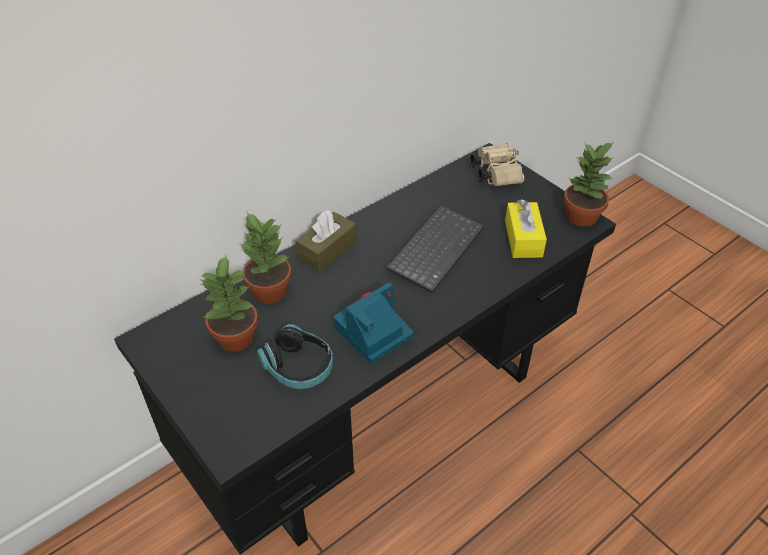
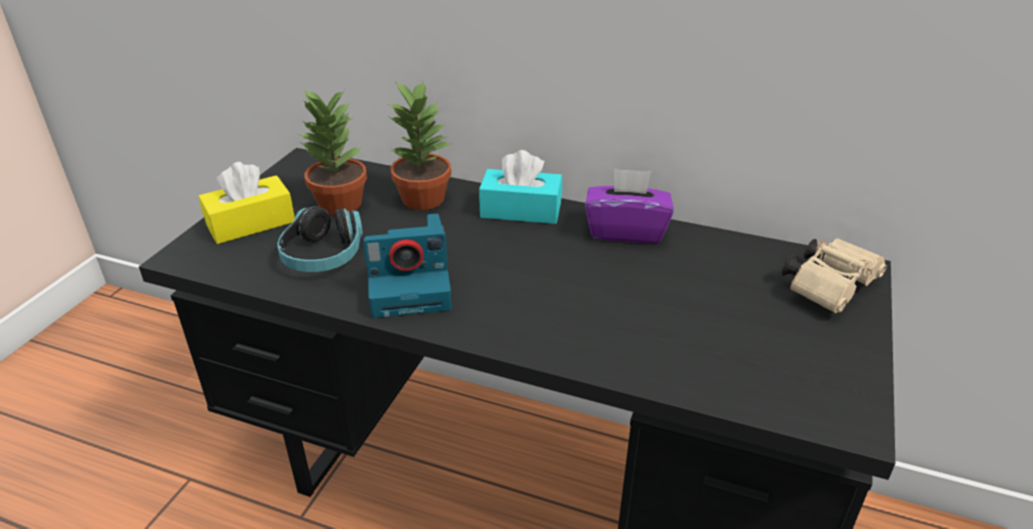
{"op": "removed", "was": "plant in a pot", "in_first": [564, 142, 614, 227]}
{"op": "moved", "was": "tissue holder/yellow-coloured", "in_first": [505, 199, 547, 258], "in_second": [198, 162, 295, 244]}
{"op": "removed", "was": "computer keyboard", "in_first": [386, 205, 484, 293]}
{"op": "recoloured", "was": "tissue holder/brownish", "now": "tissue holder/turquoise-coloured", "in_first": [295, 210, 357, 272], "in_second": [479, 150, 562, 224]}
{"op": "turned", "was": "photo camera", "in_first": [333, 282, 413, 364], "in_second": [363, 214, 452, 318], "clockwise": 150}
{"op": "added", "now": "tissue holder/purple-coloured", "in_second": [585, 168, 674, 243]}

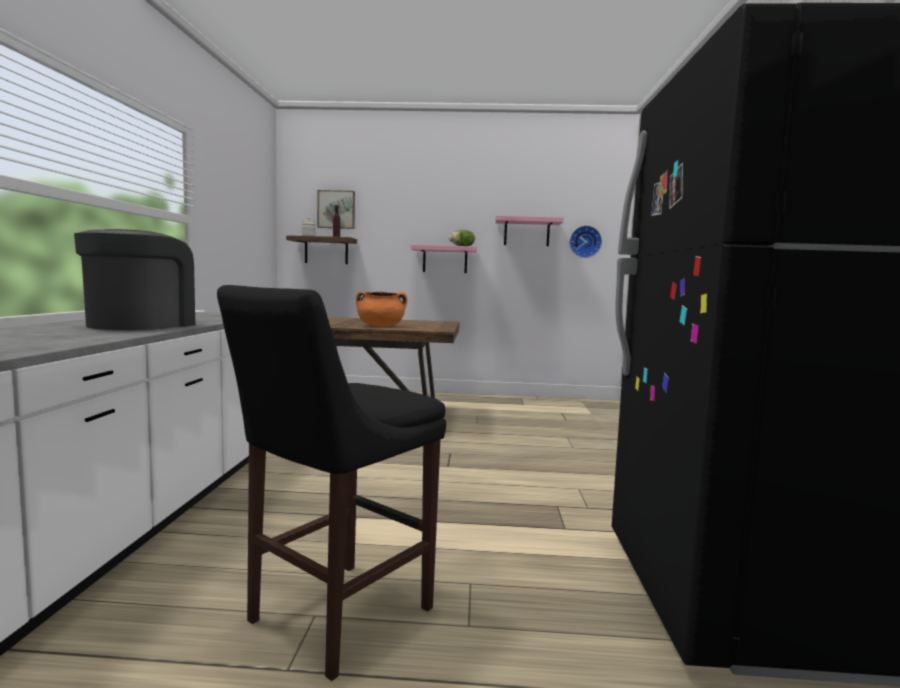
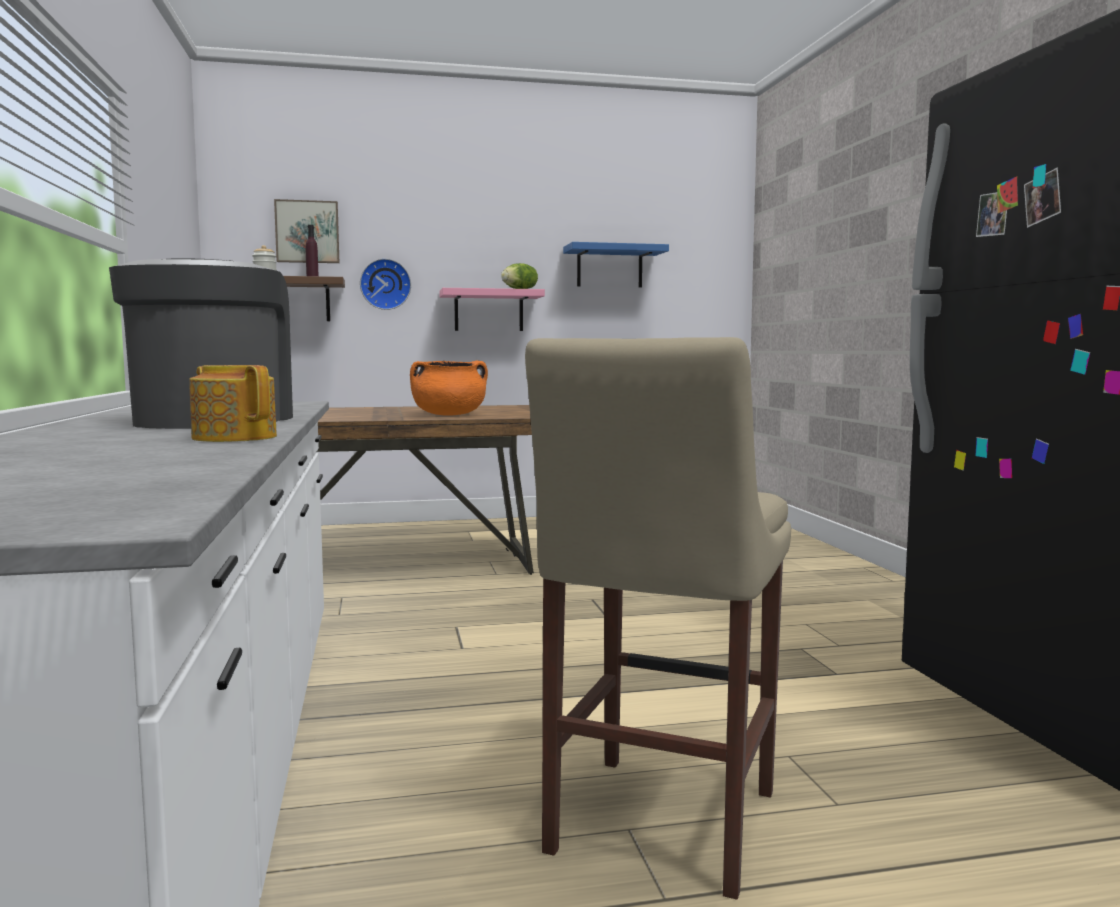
{"op": "recoloured", "was": "shelf/pinkish", "now": "shelf/bluish", "in_first": [495, 216, 564, 246], "in_second": [563, 242, 669, 287]}
{"op": "moved", "was": "clock on the wall", "in_first": [570, 226, 602, 258], "in_second": [360, 259, 411, 310]}
{"op": "recoloured", "was": "sitting stool/black-coloured", "now": "sitting stool/sand-coloured", "in_first": [217, 285, 446, 681], "in_second": [525, 337, 791, 900]}
{"op": "added", "now": "teapot", "in_second": [189, 365, 277, 442]}

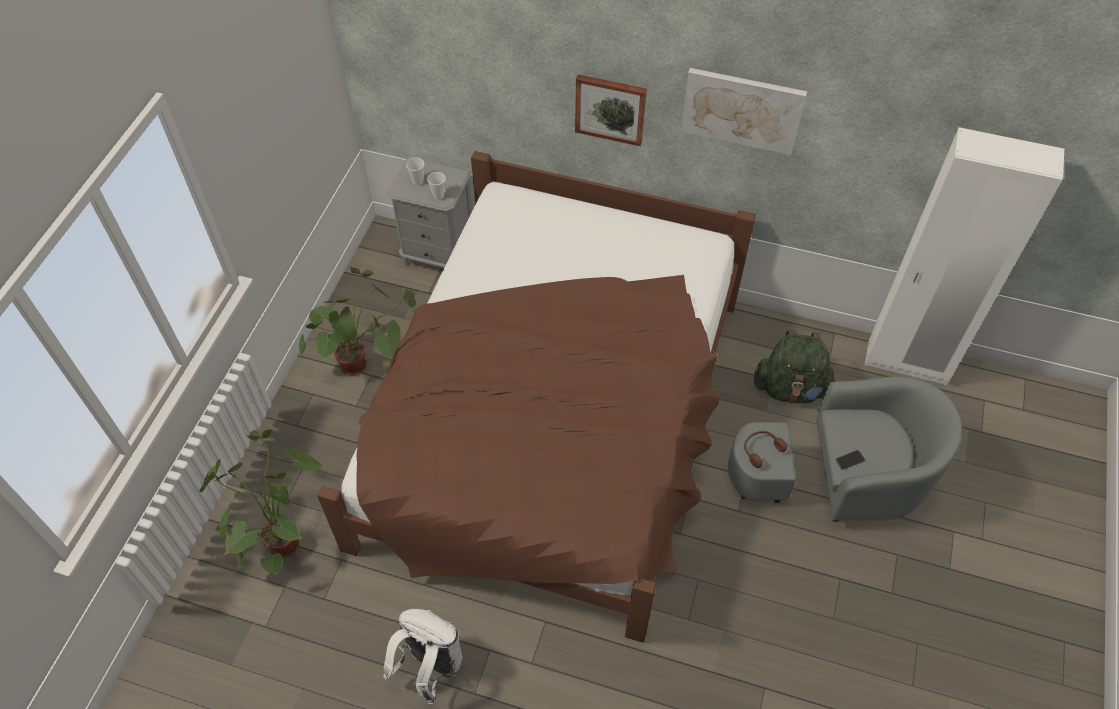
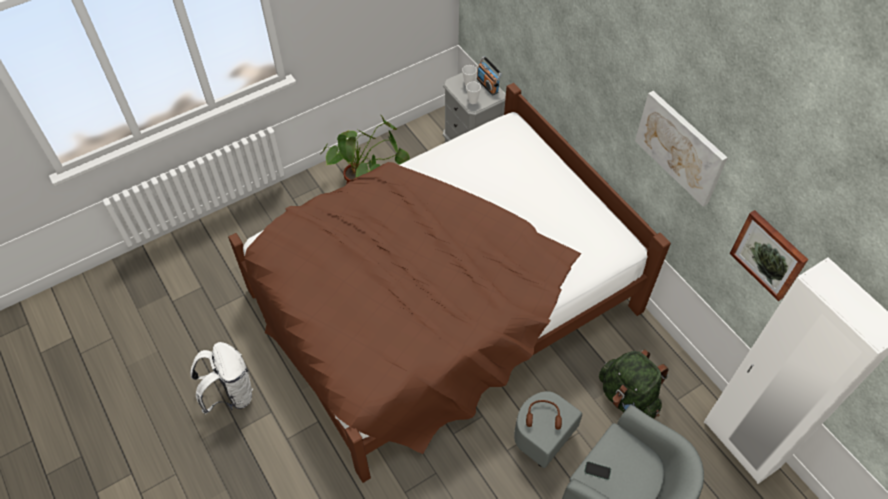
{"op": "moved", "was": "picture", "in_first": [575, 74, 647, 146], "in_second": [730, 210, 808, 301]}
{"op": "removed", "was": "plant in a pot", "in_first": [199, 429, 326, 575]}
{"op": "added", "now": "radio set", "in_second": [477, 56, 502, 95]}

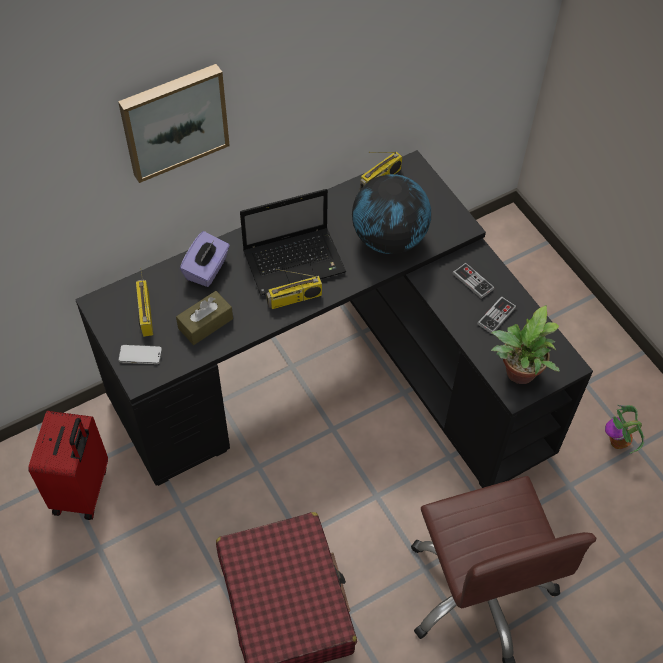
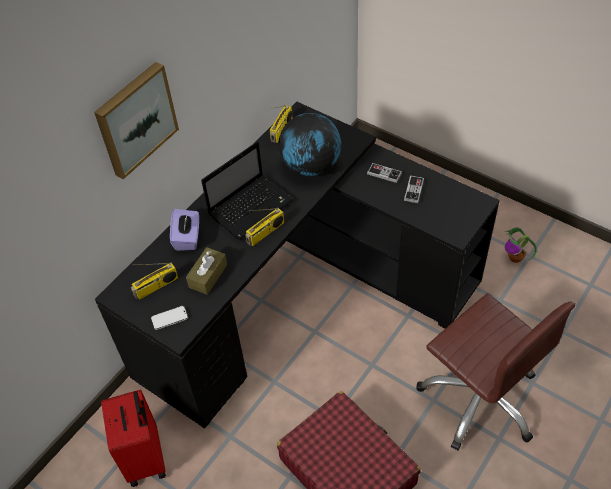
{"op": "turned", "was": "radio set", "in_first": [136, 268, 153, 337], "in_second": [131, 262, 178, 300], "clockwise": -90}
{"op": "removed", "was": "plant in a pot", "in_first": [491, 305, 560, 384]}

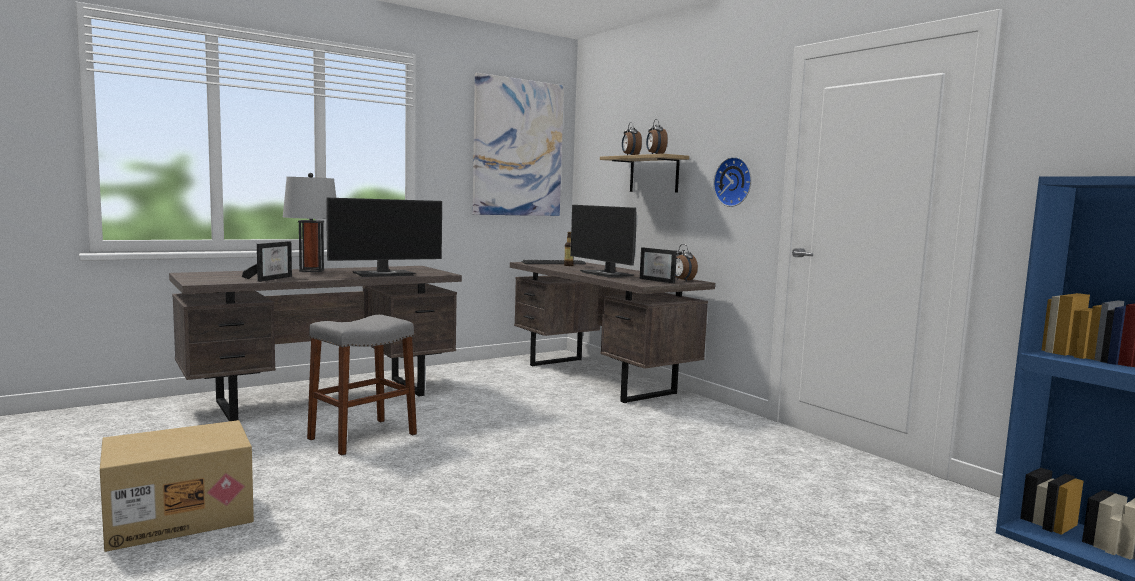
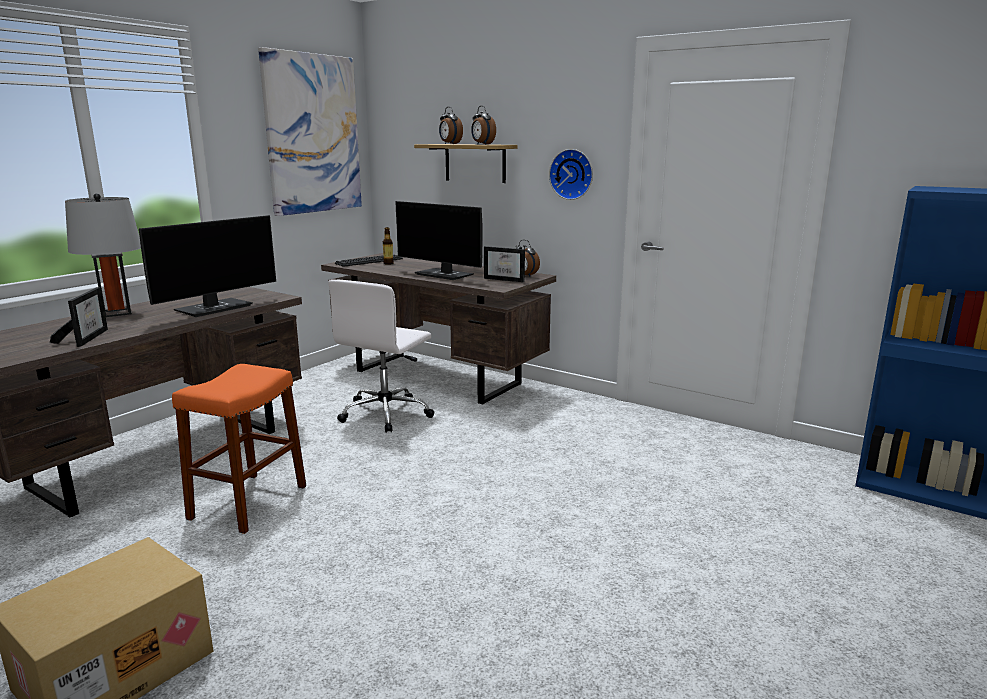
{"op": "recoloured", "was": "sitting stool/gray", "now": "sitting stool/orange-coloured", "in_first": [307, 315, 417, 456], "in_second": [172, 364, 306, 534]}
{"op": "added", "now": "desk chair/whitish", "in_second": [328, 280, 435, 433]}

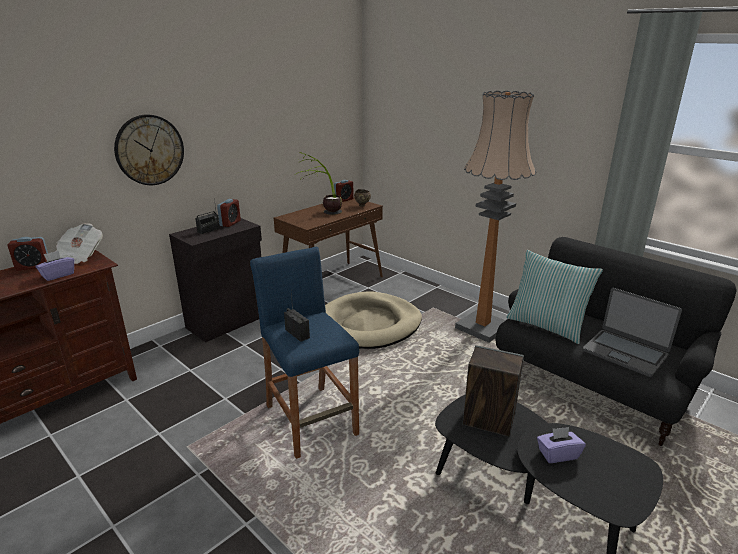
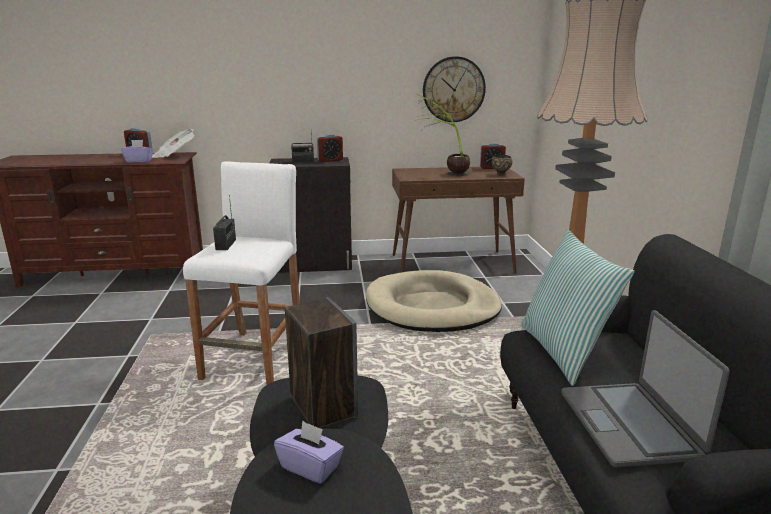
{"op": "moved", "was": "clock on the wall", "in_first": [114, 114, 184, 185], "in_second": [423, 56, 486, 122]}
{"op": "recoloured", "was": "sitting stool/bluish", "now": "sitting stool/whitish", "in_first": [250, 247, 359, 459], "in_second": [183, 161, 300, 385]}

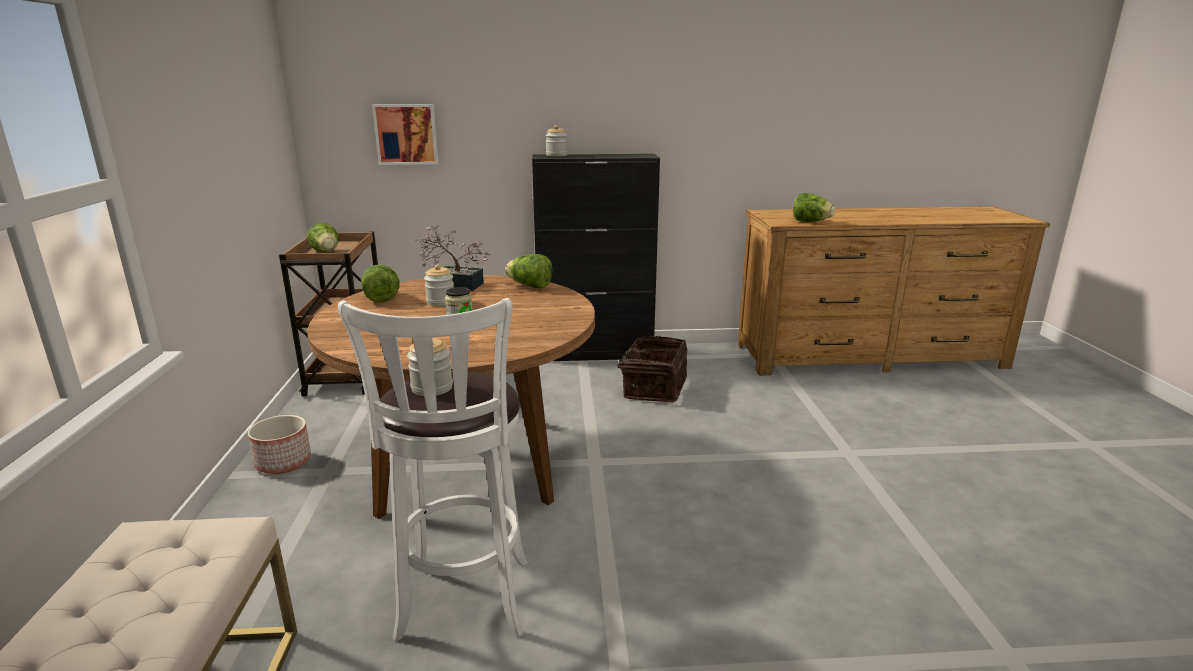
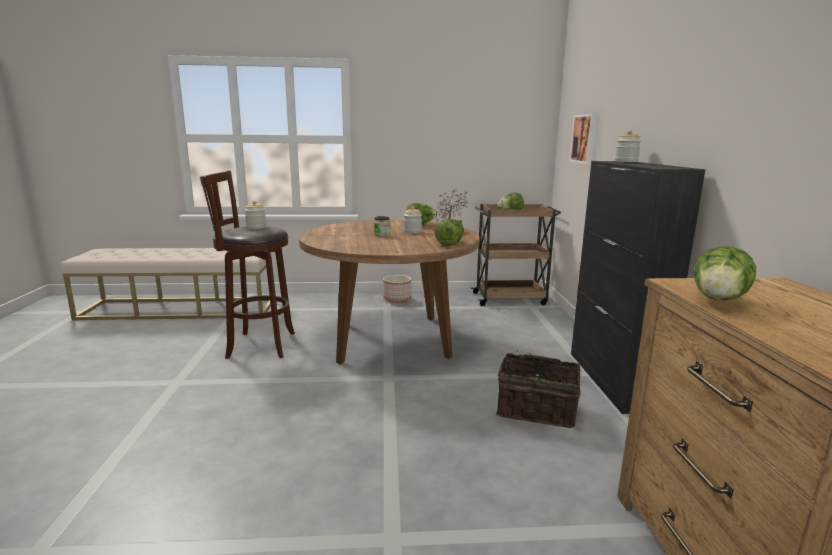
{"op": "recoloured", "was": "sitting stool/whitish", "now": "sitting stool/brownish", "in_first": [338, 298, 528, 642], "in_second": [200, 171, 295, 359]}

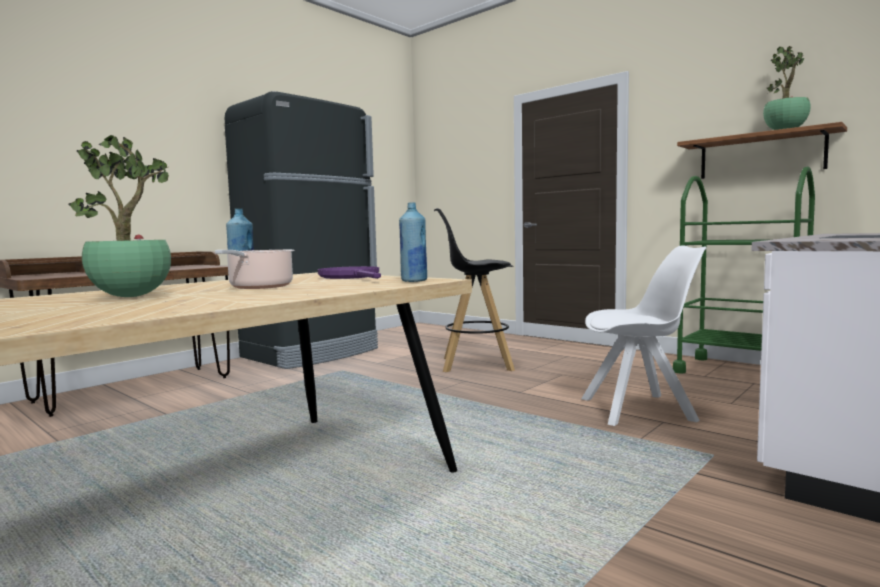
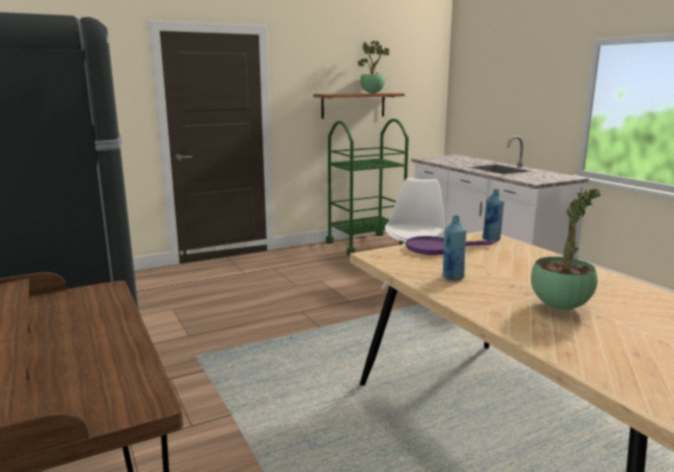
{"op": "removed", "was": "sitting stool/black-coloured", "in_first": [434, 208, 515, 372]}
{"op": "removed", "was": "stockpot", "in_first": [215, 250, 294, 289]}

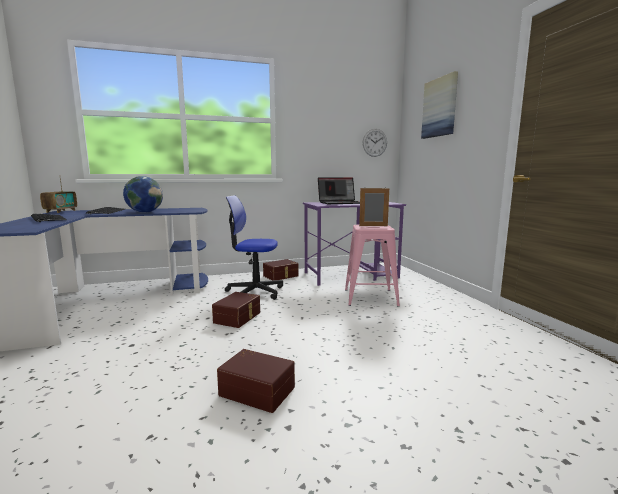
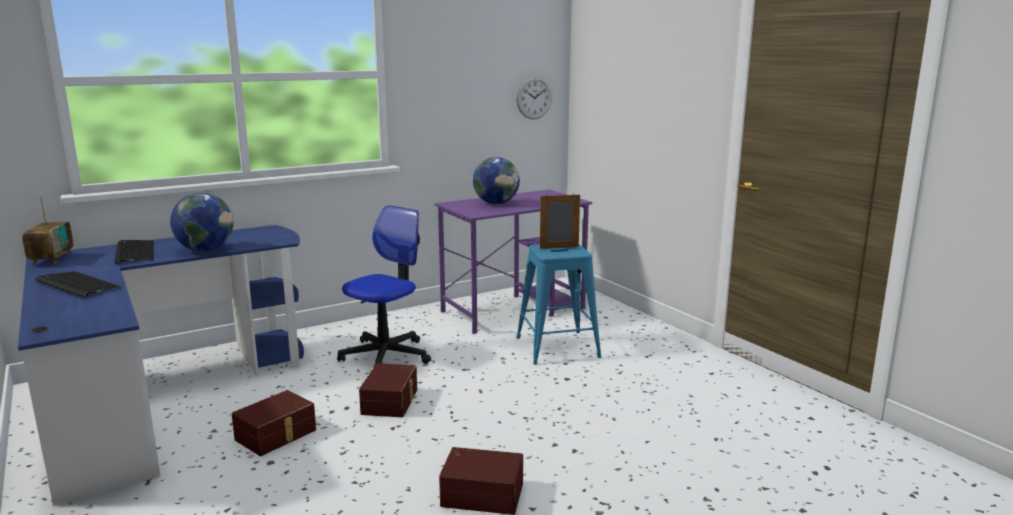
{"op": "removed", "was": "picture", "in_first": [421, 71, 458, 139]}
{"op": "replaced", "was": "portable computer", "now": "world globe", "in_first": [318, 178, 360, 204], "in_second": [473, 157, 520, 204]}
{"op": "turned", "was": "desk chair", "in_first": [225, 195, 283, 300], "in_second": [337, 205, 431, 366], "clockwise": 135}
{"op": "recoloured", "was": "sitting stool/pinkish", "now": "sitting stool/bluish", "in_first": [345, 225, 400, 307], "in_second": [517, 244, 602, 364]}
{"op": "moved", "was": "storage bin/brownish", "in_first": [263, 259, 298, 280], "in_second": [232, 390, 316, 456]}

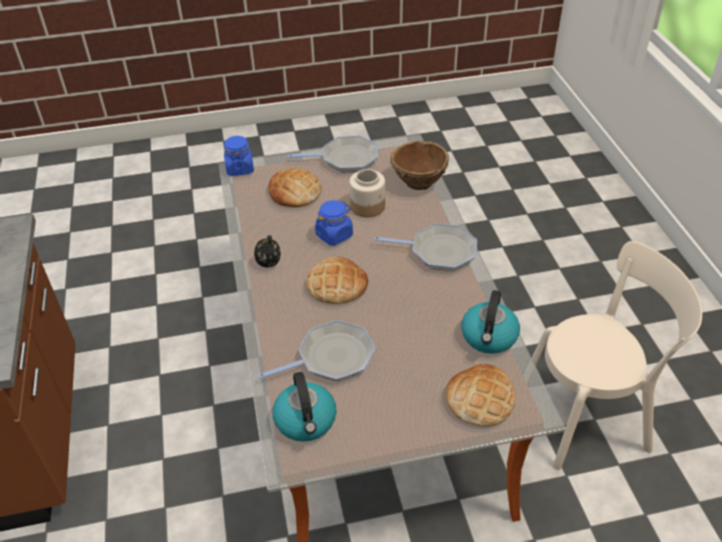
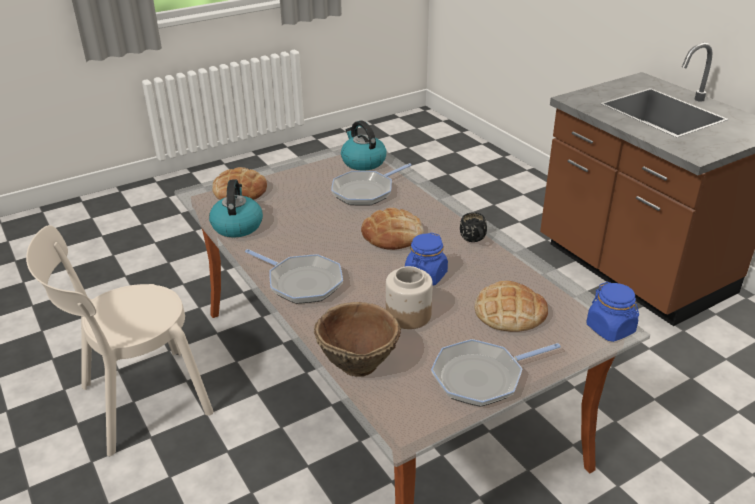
{"op": "turned", "was": "frying pan", "in_first": [374, 224, 477, 271], "in_second": [245, 249, 343, 304], "clockwise": -135}

